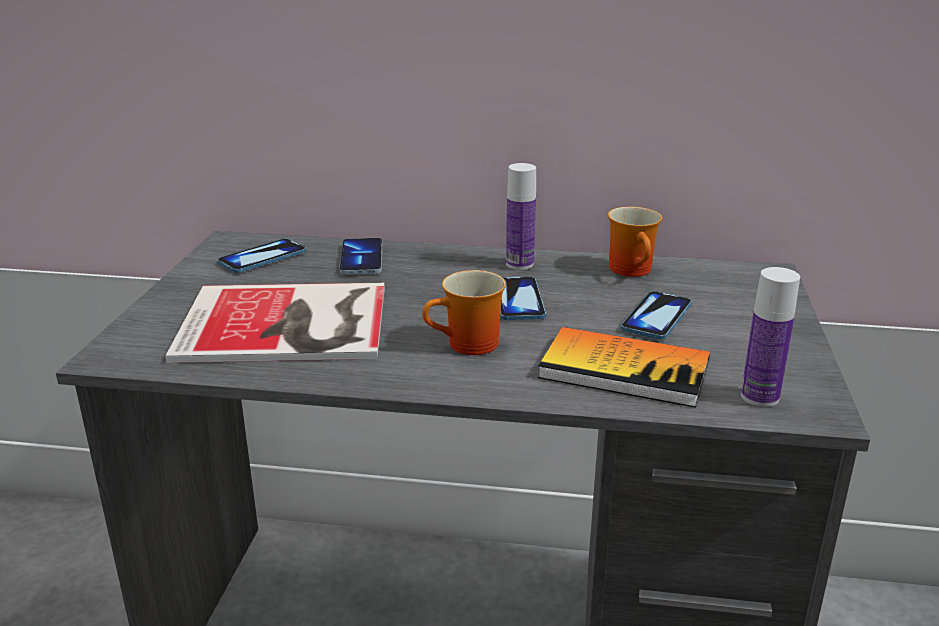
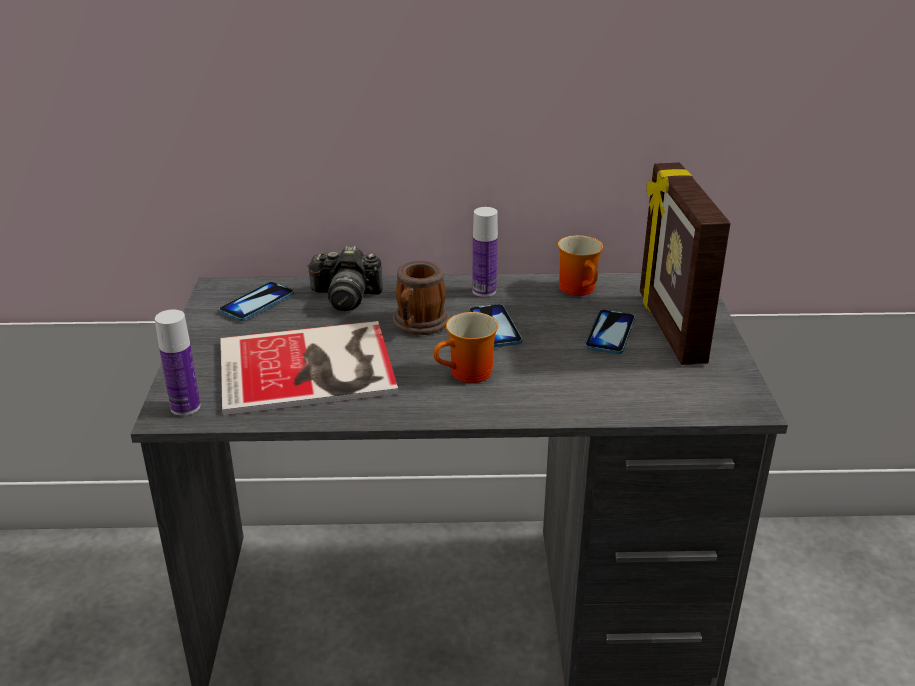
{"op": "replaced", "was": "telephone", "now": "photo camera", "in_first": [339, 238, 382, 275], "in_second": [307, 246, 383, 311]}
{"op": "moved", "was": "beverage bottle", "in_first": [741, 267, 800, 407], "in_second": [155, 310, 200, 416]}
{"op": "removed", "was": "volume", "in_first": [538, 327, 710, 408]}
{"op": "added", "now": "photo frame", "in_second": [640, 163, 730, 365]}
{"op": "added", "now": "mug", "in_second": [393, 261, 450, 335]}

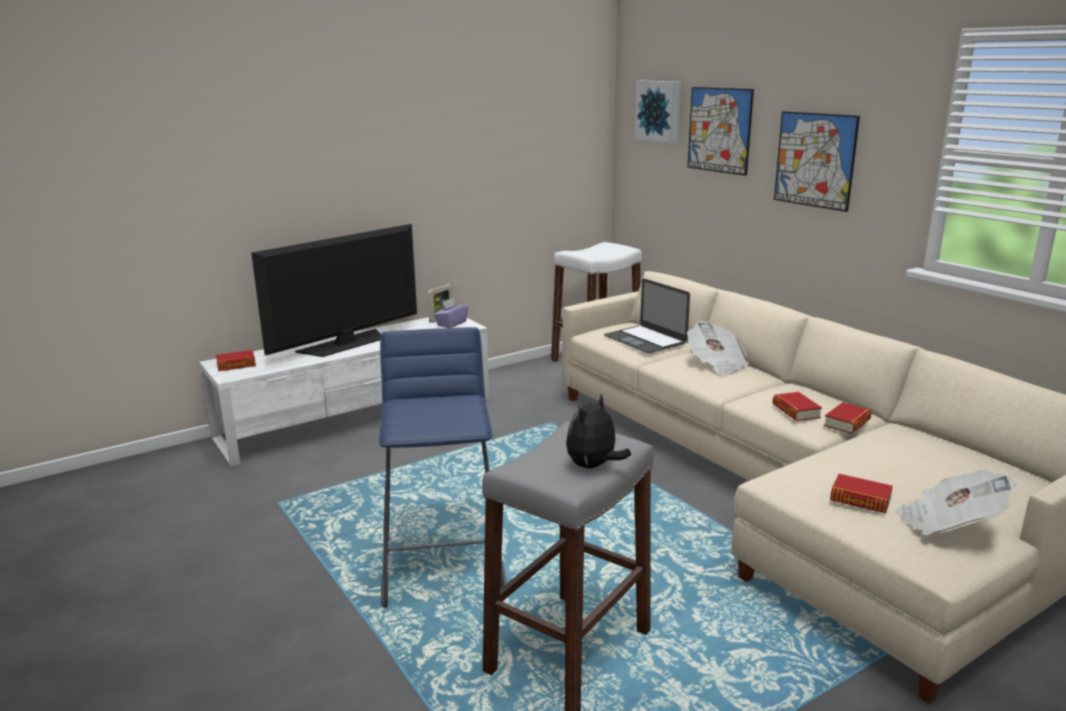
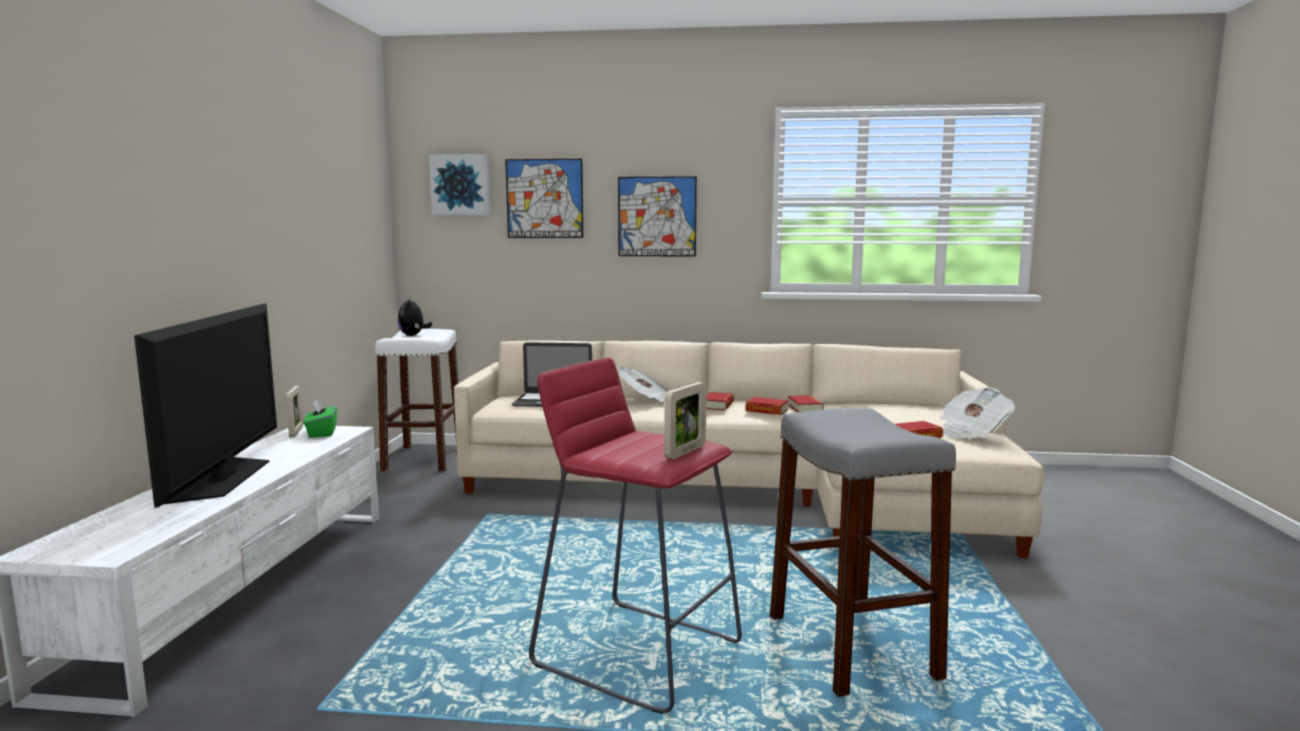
{"op": "recoloured", "was": "tissue holder/purple-coloured", "now": "tissue holder/green", "in_first": [434, 298, 469, 328], "in_second": [304, 399, 337, 438]}
{"op": "recoloured", "was": "sitting stool/bluish", "now": "sitting stool/red-coloured", "in_first": [379, 327, 506, 608], "in_second": [529, 357, 742, 714]}
{"op": "moved", "was": "volume", "in_first": [216, 350, 256, 371], "in_second": [706, 392, 734, 411]}
{"op": "moved", "was": "plush toy", "in_first": [566, 394, 631, 468], "in_second": [398, 298, 432, 336]}
{"op": "added", "now": "photo frame", "in_second": [664, 382, 706, 459]}

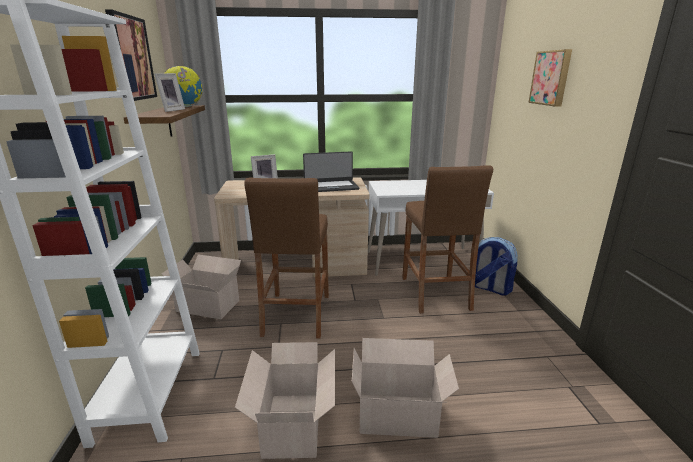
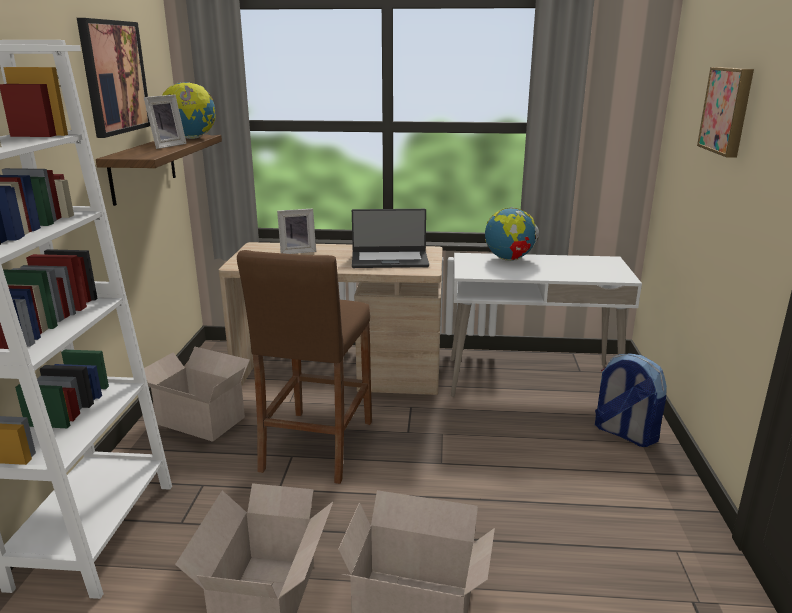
{"op": "removed", "was": "sitting stool/brownish", "in_first": [402, 165, 493, 314]}
{"op": "added", "now": "world globe", "in_second": [485, 207, 539, 261]}

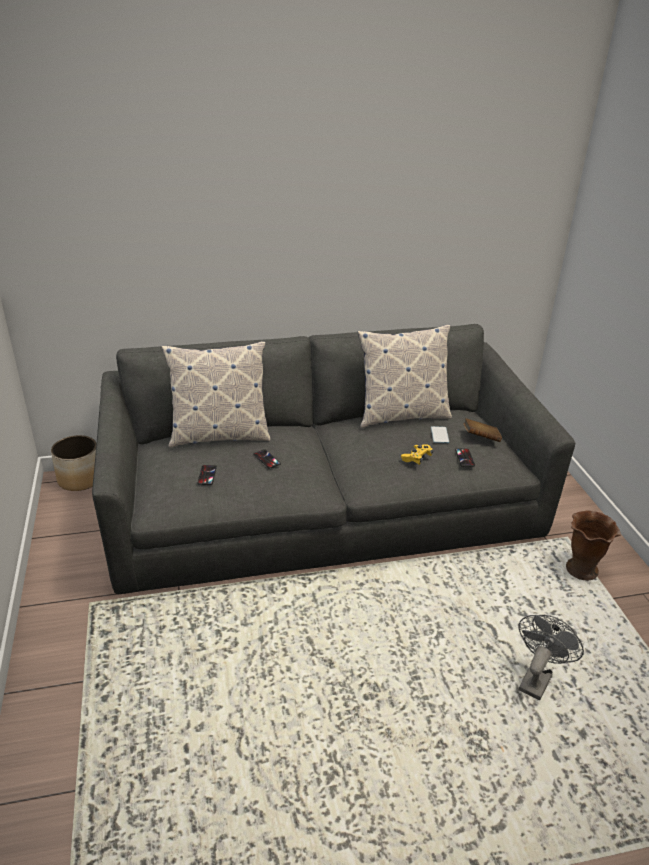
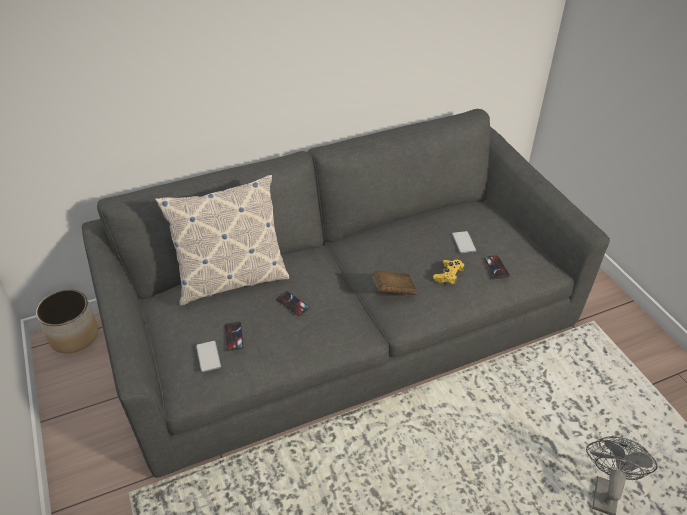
{"op": "removed", "was": "throw pillow", "in_first": [358, 324, 452, 428]}
{"op": "moved", "was": "volume/brownish", "in_first": [463, 418, 502, 442], "in_second": [372, 270, 417, 295]}
{"op": "removed", "was": "vase/brownish", "in_first": [566, 511, 621, 581]}
{"op": "added", "now": "telephone", "in_second": [196, 341, 221, 372]}

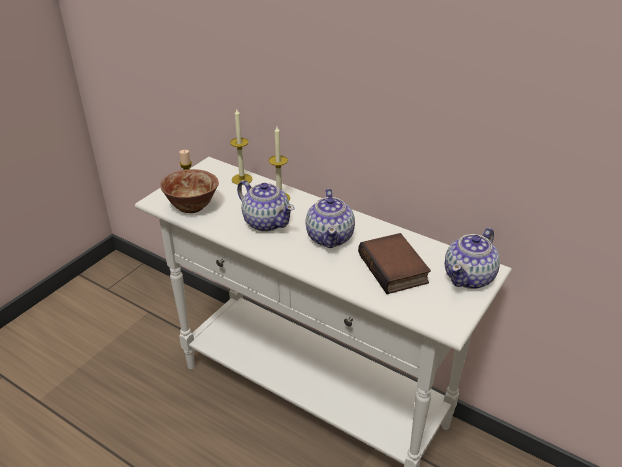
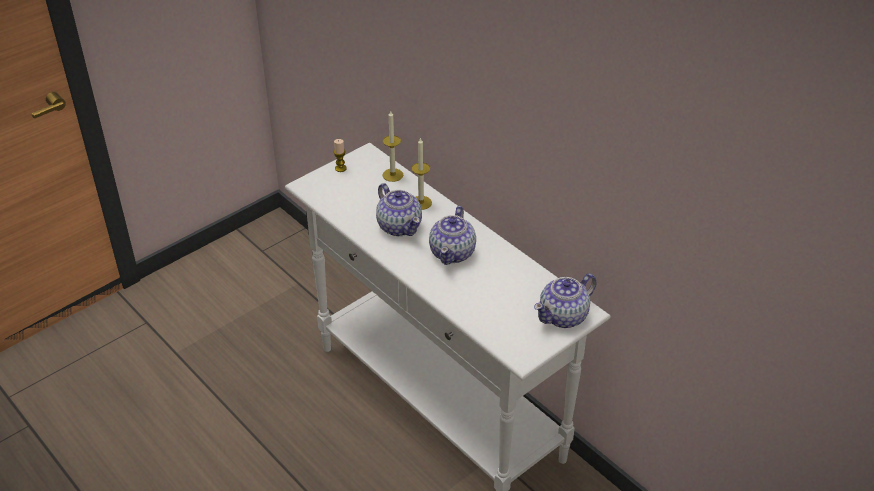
{"op": "removed", "was": "bowl", "in_first": [160, 169, 219, 213]}
{"op": "removed", "was": "volume", "in_first": [358, 233, 431, 294]}

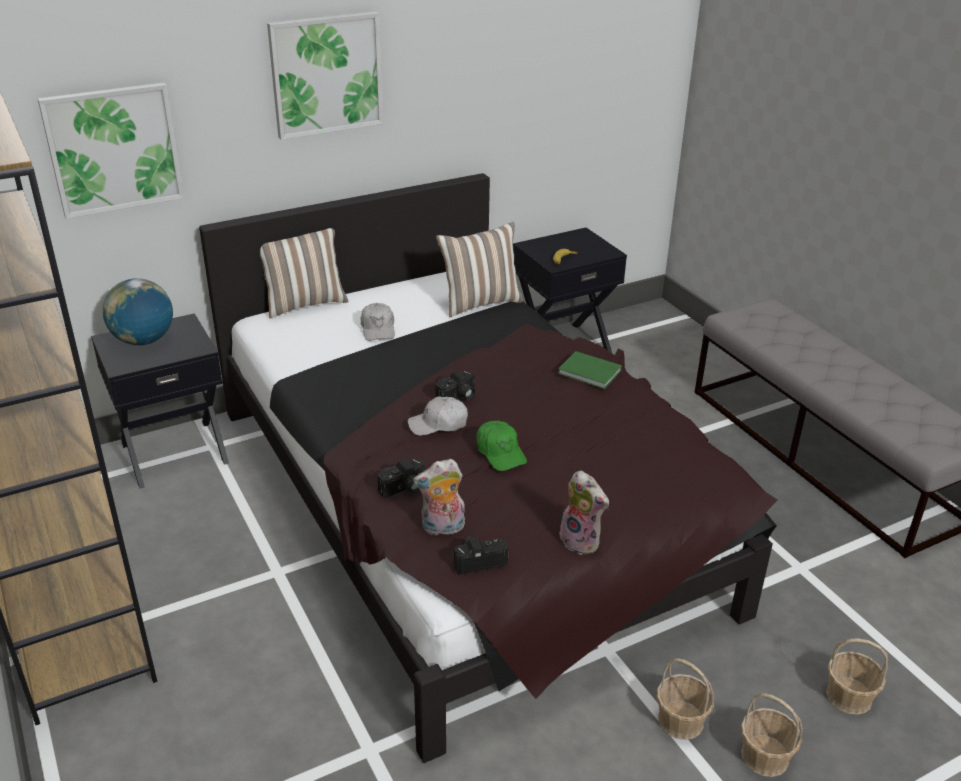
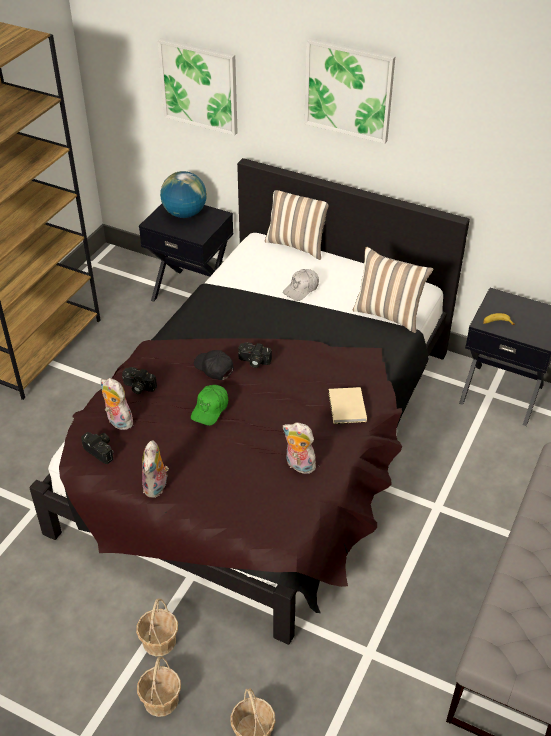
{"op": "recoloured", "was": "volume/green", "now": "volume/sand-coloured", "in_first": [558, 351, 622, 389], "in_second": [328, 387, 367, 424]}
{"op": "recoloured", "was": "peaked cap/whitish", "now": "peaked cap/black-coloured", "in_first": [408, 396, 468, 436], "in_second": [194, 350, 234, 380]}
{"op": "added", "now": "plush toy", "in_second": [283, 422, 316, 474]}

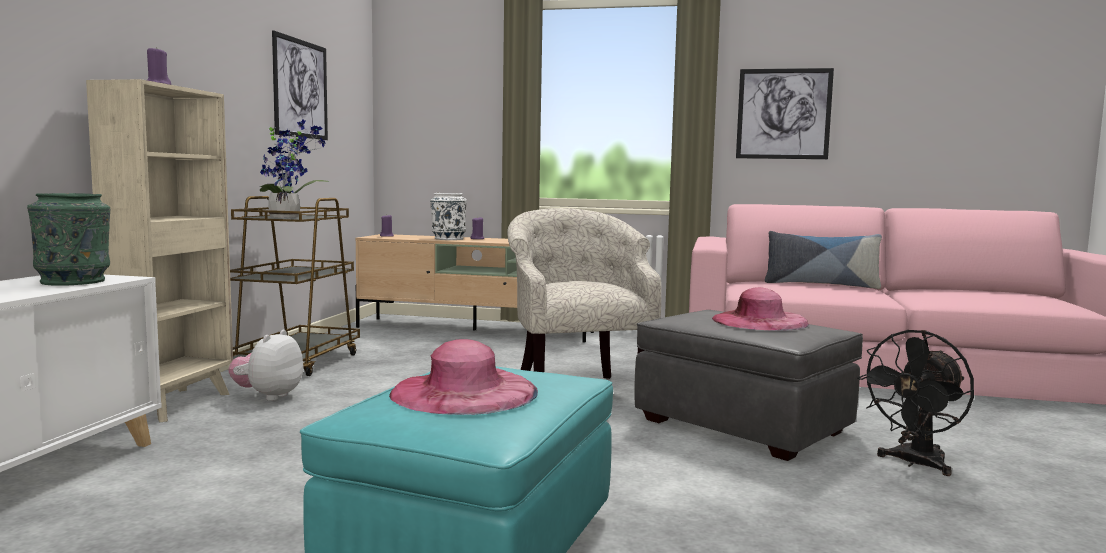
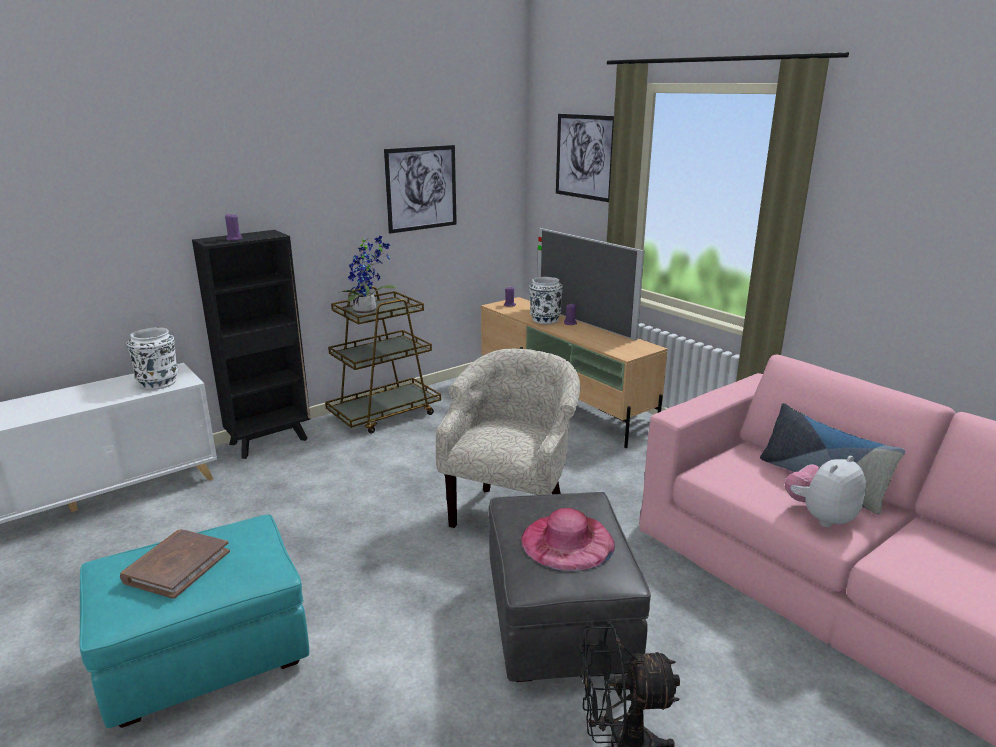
{"op": "moved", "was": "picture", "in_first": [736, 68, 834, 159], "in_second": [556, 114, 614, 202]}
{"op": "recoloured", "was": "shelving unit/sand-coloured", "now": "shelving unit/black-coloured", "in_first": [86, 79, 233, 422], "in_second": [192, 230, 311, 459]}
{"op": "recoloured", "was": "vase/green", "now": "vase/whitish", "in_first": [27, 193, 110, 286], "in_second": [126, 327, 178, 390]}
{"op": "moved", "was": "plush toy", "in_first": [228, 330, 303, 401], "in_second": [785, 456, 866, 527]}
{"op": "replaced", "was": "wearable hat/pinkish", "now": "volume/brownish", "in_first": [389, 339, 538, 415], "in_second": [120, 529, 230, 599]}
{"op": "added", "now": "TV", "in_second": [537, 228, 644, 341]}

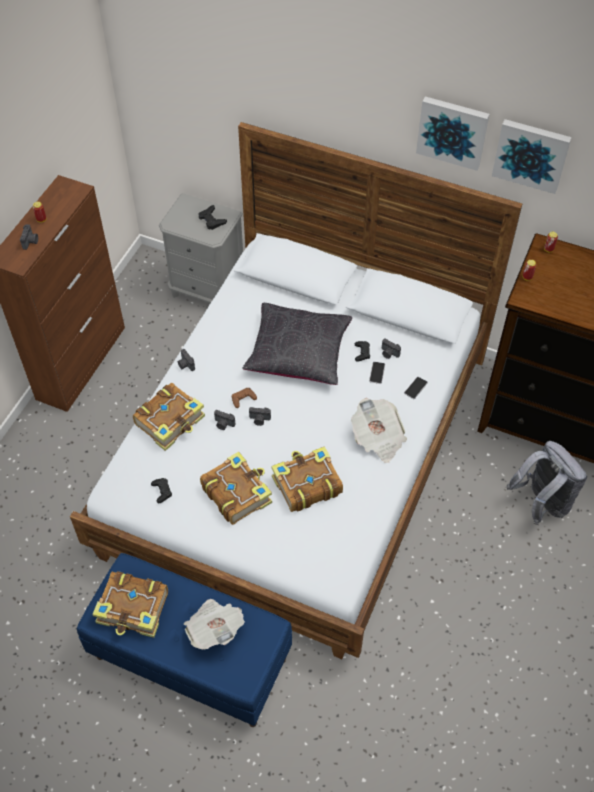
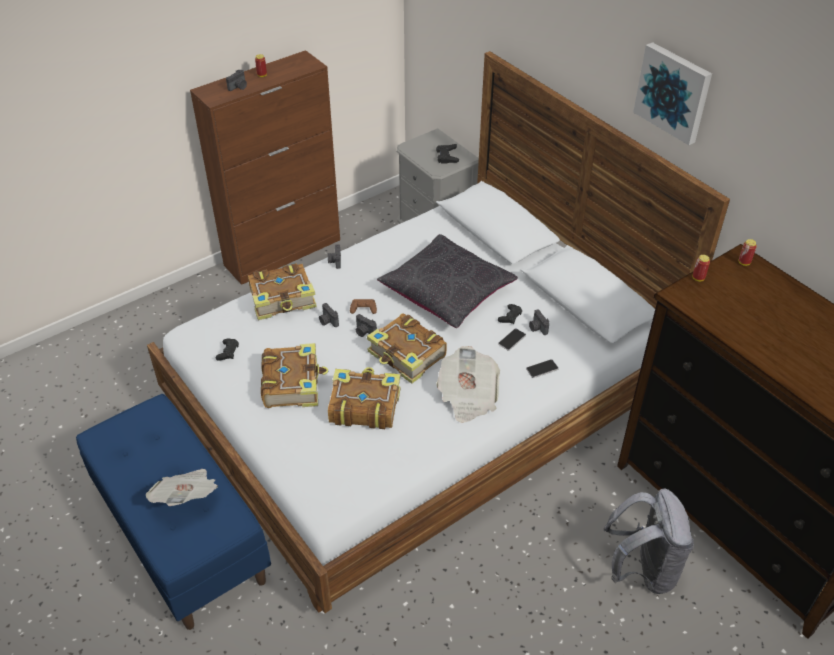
{"op": "removed", "was": "picture", "in_first": [492, 119, 572, 194]}
{"op": "moved", "was": "volume", "in_first": [92, 571, 168, 638], "in_second": [367, 313, 447, 384]}

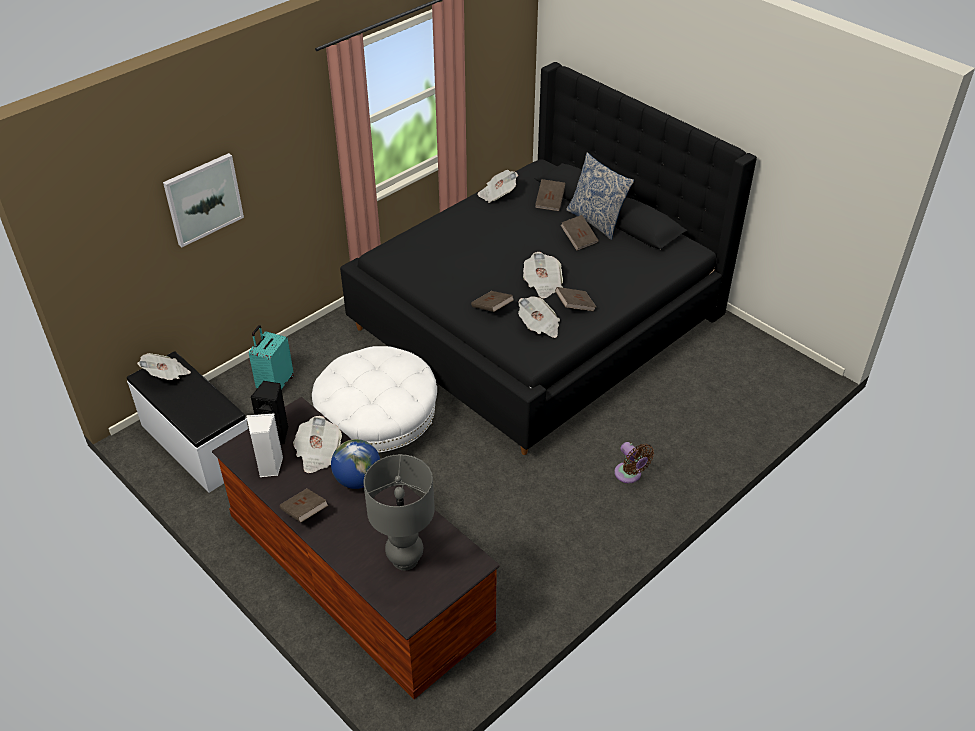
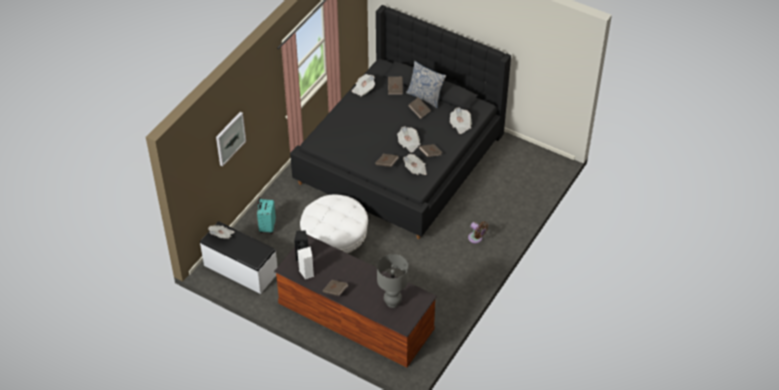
{"op": "moved", "was": "newspaper", "in_first": [293, 416, 342, 473], "in_second": [450, 107, 472, 134]}
{"op": "removed", "was": "world globe", "in_first": [331, 439, 380, 489]}

